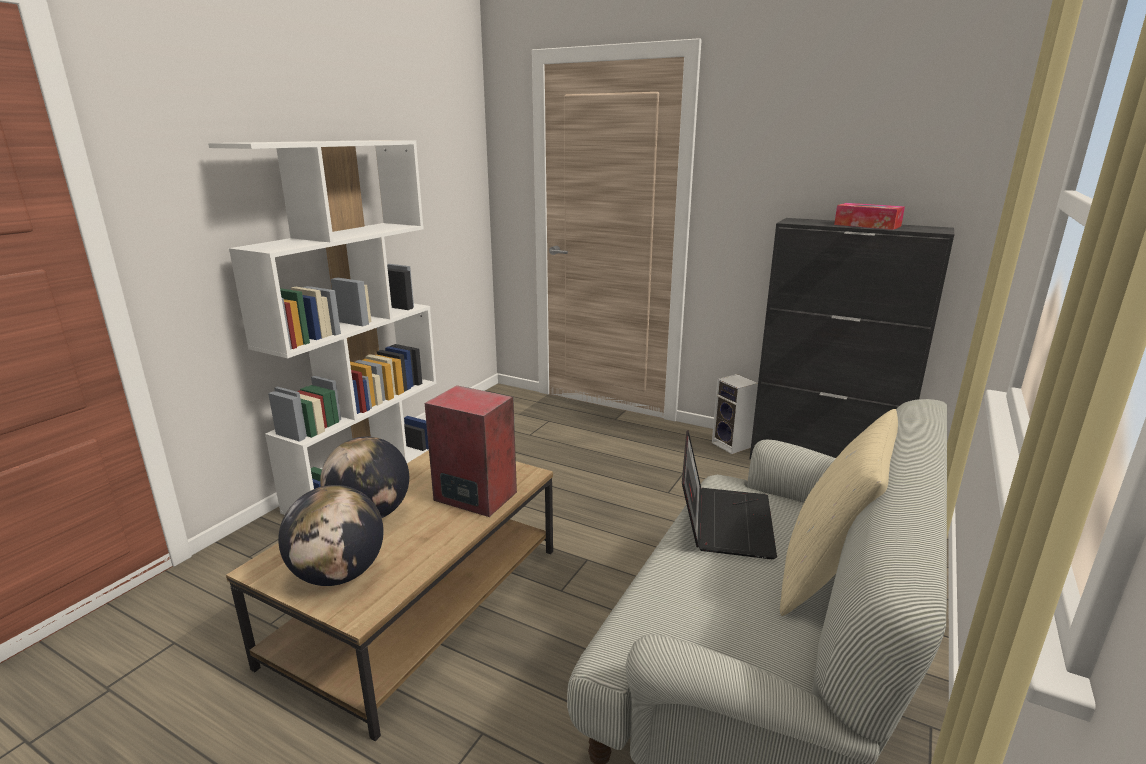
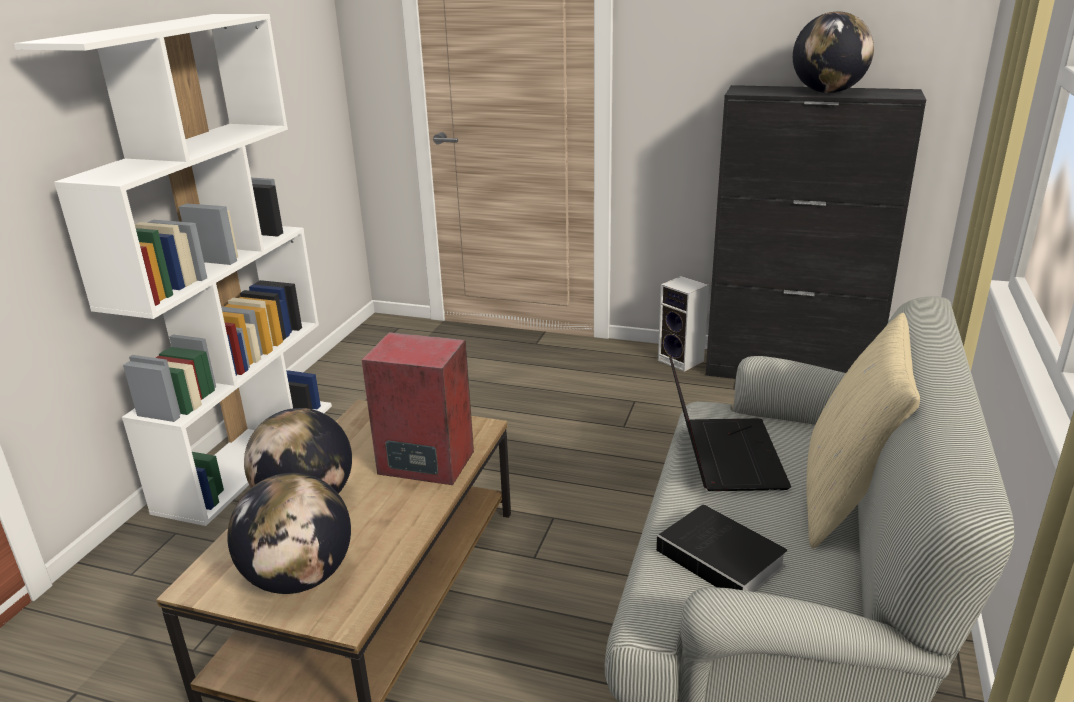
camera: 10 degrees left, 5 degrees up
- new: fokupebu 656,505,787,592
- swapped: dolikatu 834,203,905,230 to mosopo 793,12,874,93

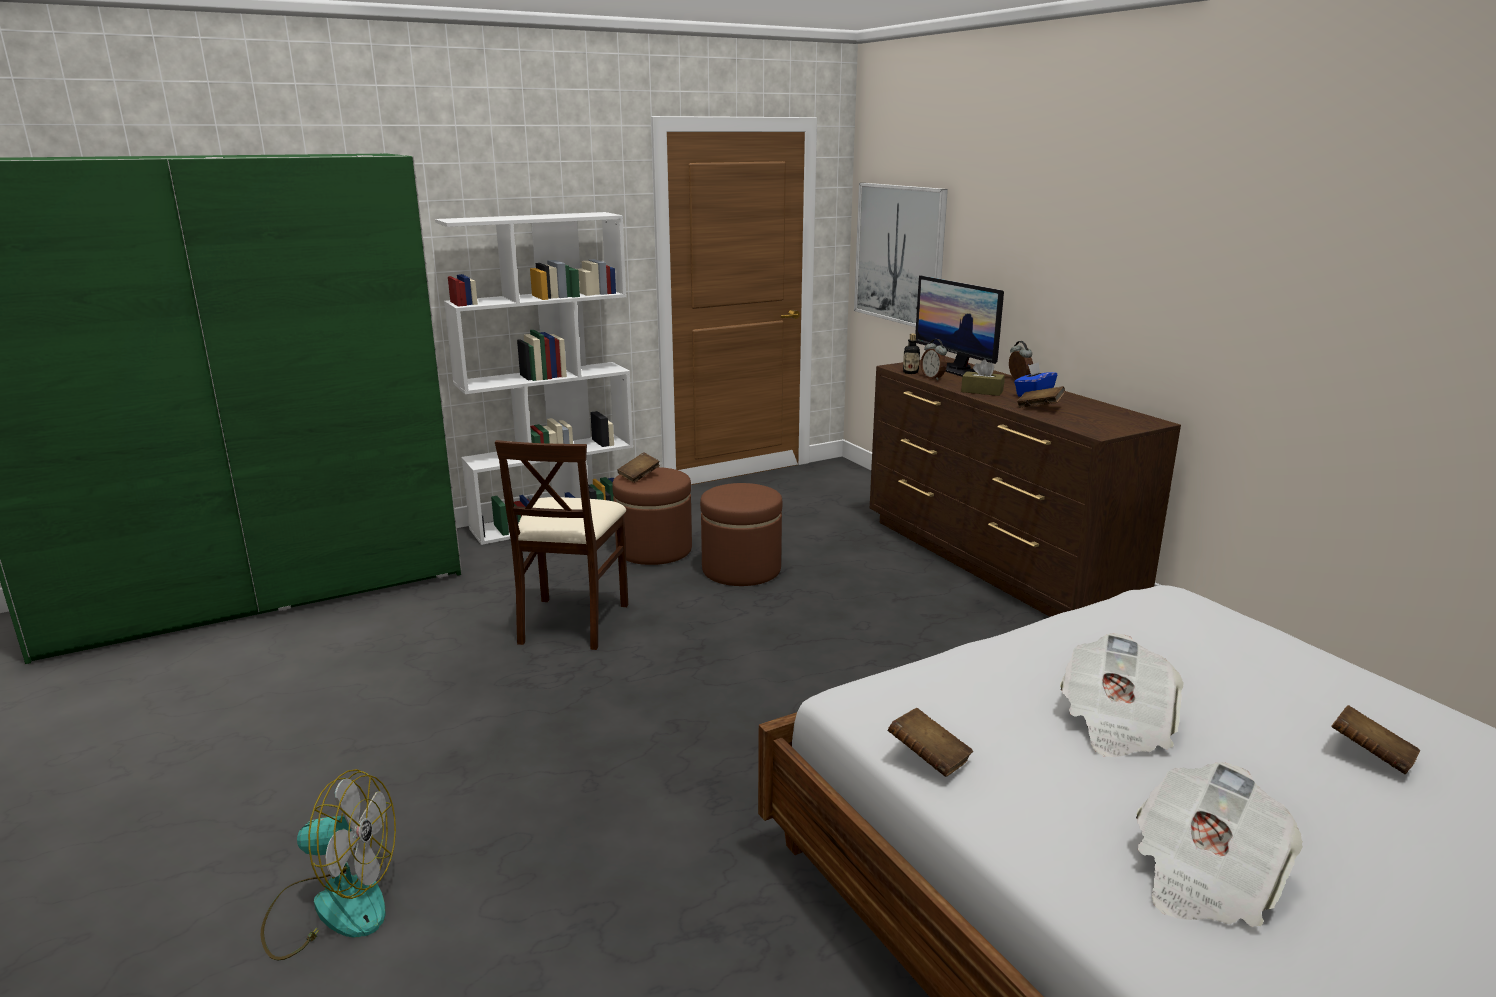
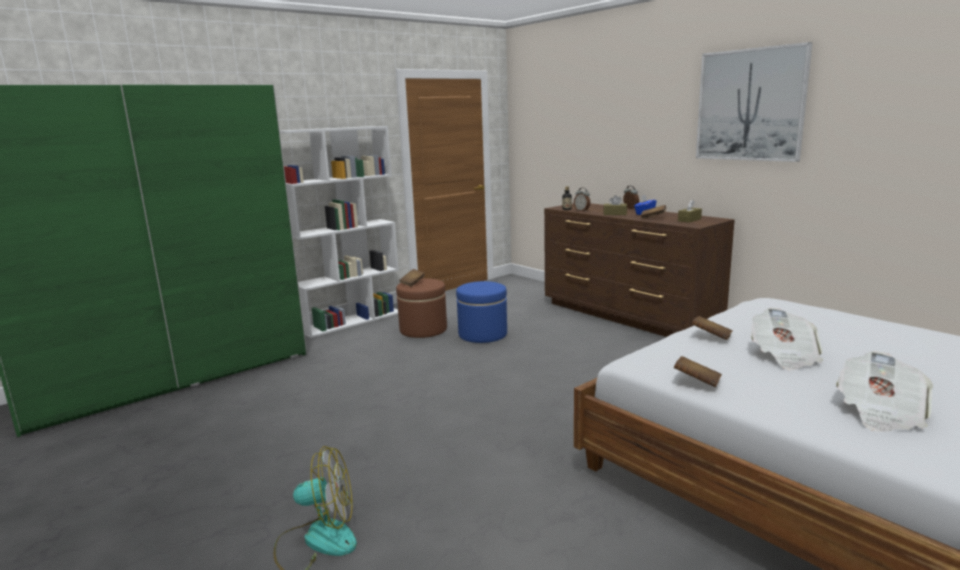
camera: 10 degrees left, 5 degrees down
- gone: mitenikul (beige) 495,440,628,650
- gone: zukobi 915,275,1004,376
- new: dolikatu (brown) 678,200,702,223
- shifted: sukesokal 854,183,948,327 to 696,42,813,162
- shifted: fokupebu (brown) 1331,705,1420,775 to 692,316,733,340
- repainted: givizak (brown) 700,483,782,586 to givizak (blue) 456,281,507,343

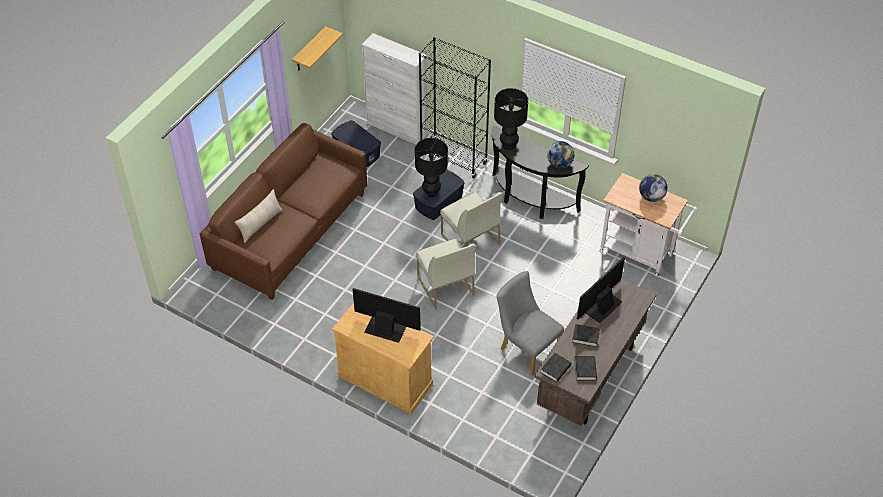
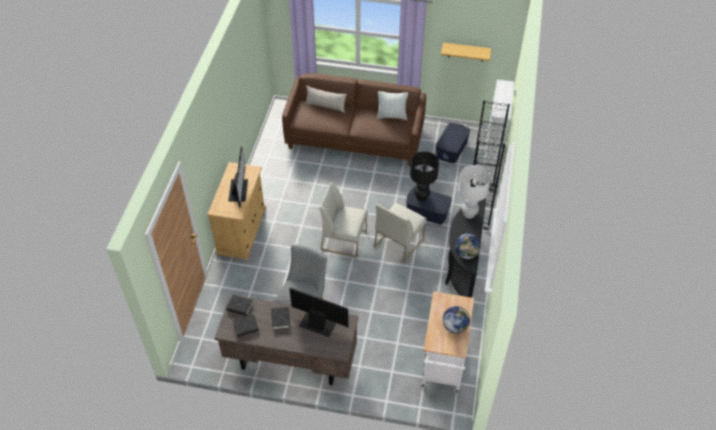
camera: 70 degrees right, 0 degrees up
- new: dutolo 377,91,408,120
- repainted: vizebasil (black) 494,88,528,150 to vizebasil (white) 458,165,491,219
- rotated: mitenikul (white) 416,238,475,309 = 319,182,368,258 60 degrees clockwise

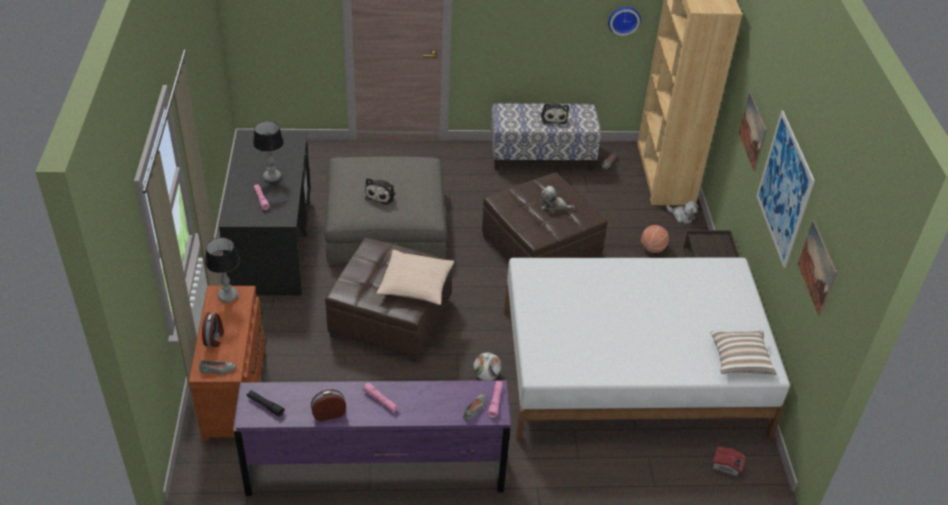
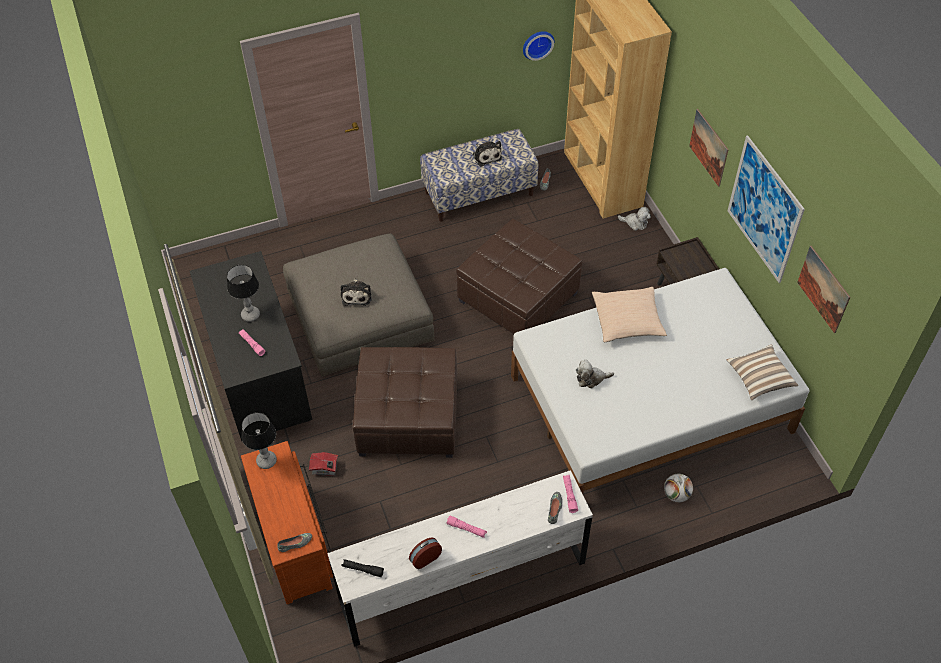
camera: 15 degrees left, 10 degrees up
- gone: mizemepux 202,313,224,347
- gone: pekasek 641,225,669,253
- shifted: dutolo (beige) 376,250,454,305 to 592,287,667,342
- shifted: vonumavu 473,352,502,380 to 664,474,693,502
- shifted: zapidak 541,186,575,214 to 576,360,614,388
- shifted: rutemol 712,447,746,478 to 309,452,338,476
- repainted: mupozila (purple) 233,380,511,496 to mupozila (white) 327,470,593,647

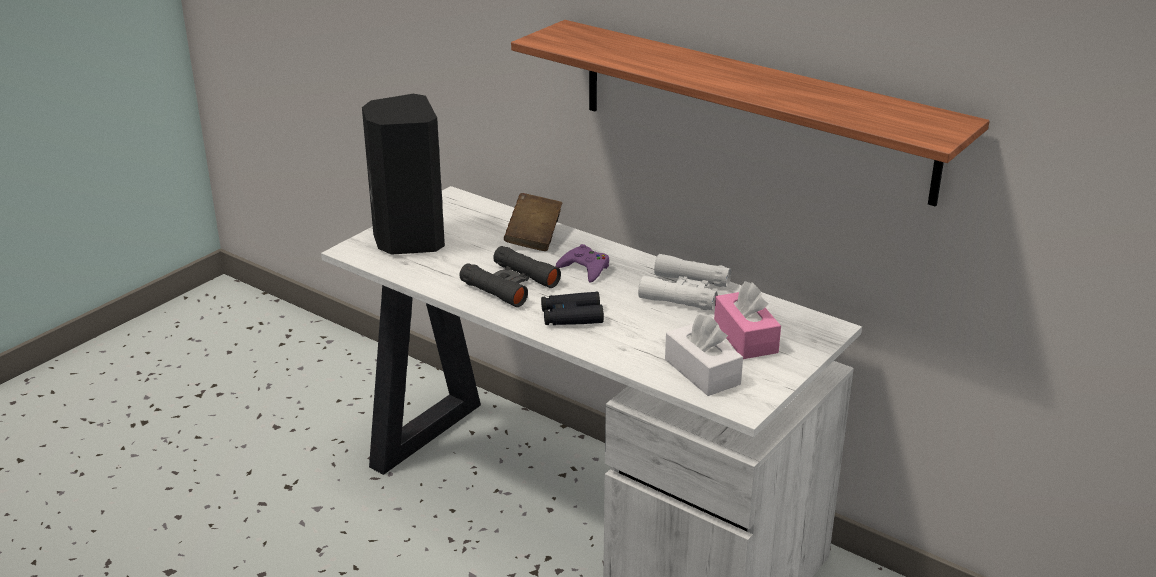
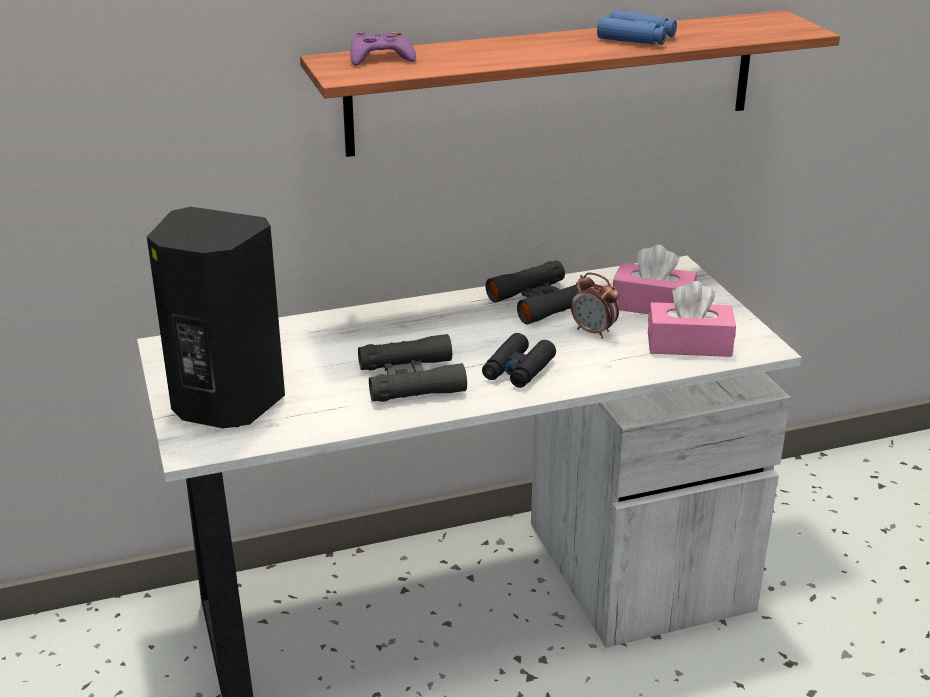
camera: 55 degrees left, 0 degrees up
- gone: fokupebu (brown) 504,193,562,251
- new: mizemepux 571,273,619,339
- new: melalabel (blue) 597,10,677,45
- shifted: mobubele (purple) 556,244,609,283 to 350,31,416,66
- repainted: melalabel (white) 638,254,731,310 to melalabel (black) 486,261,578,325
- repainted: dolikatu (white) 665,314,743,396 to dolikatu (pink) 648,281,736,357

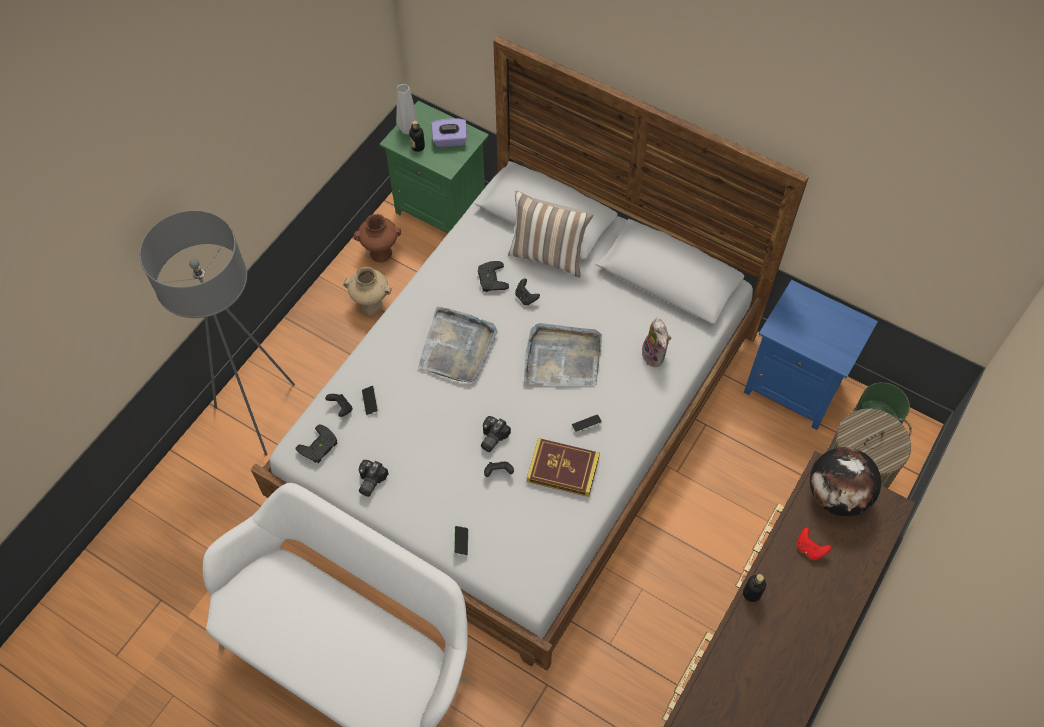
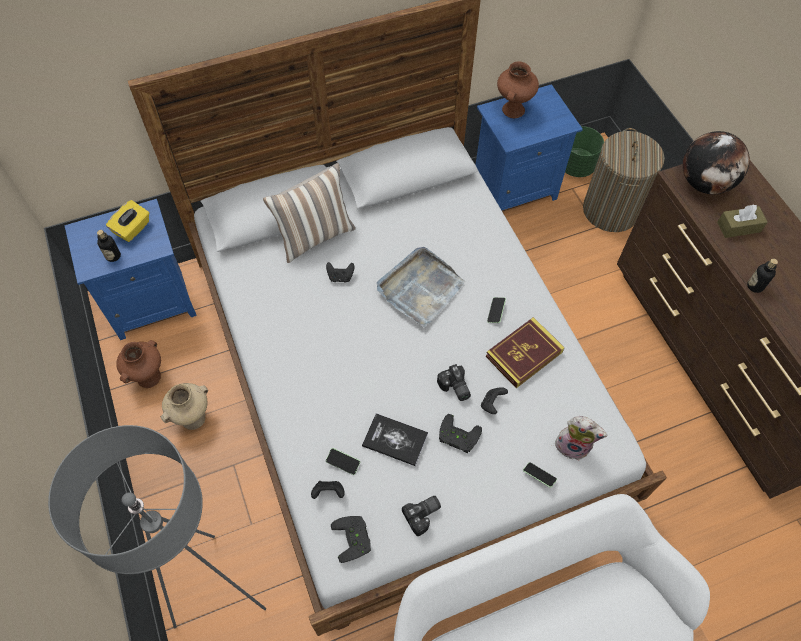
camera: 55 degrees left, 0 degrees up
- gone: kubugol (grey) 396,84,417,135
- gone: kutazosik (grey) 418,307,498,383
- new: fokupebu 362,413,428,466
- new: kubugol (brown) 497,61,539,118
- shifted: mobubele (black) 478,261,509,292 to 439,414,482,453
- shifted: zapidak 642,317,671,367 to 555,416,607,461
- swapped: mobubele (red) 797,528,831,560 to dolikatu (brown) 717,204,768,238
- repainted: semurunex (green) 379,101,489,233 to semurunex (blue) 64,199,197,340
- repainted: dolikatu (purple) 431,118,467,147 to dolikatu (yellow) 106,200,149,242
- rotated: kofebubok 359,460,389,497 = 402,495,441,536 90 degrees counterclockwise

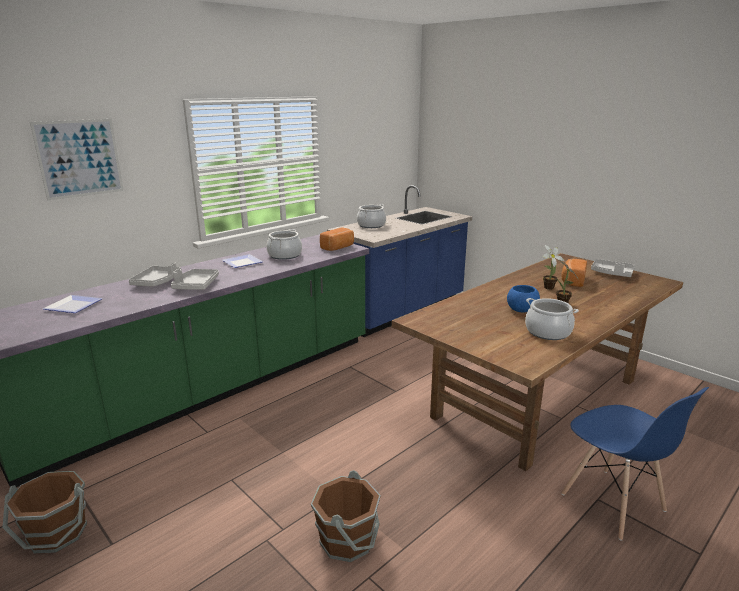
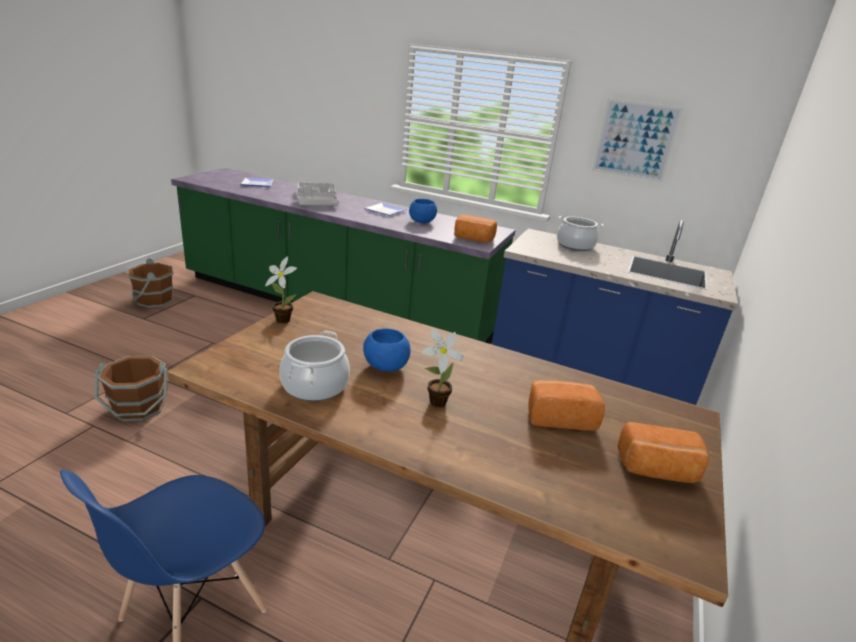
camera: 65 degrees right, 5 degrees up
- shifted: sukesokal 30,119,124,200 to 592,98,683,182
- shifted: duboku 542,245,564,290 to 265,256,297,323
- swapped: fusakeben 266,229,302,260 to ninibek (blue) 409,199,437,223
- swapped: kutazosik (grey) 591,259,635,277 to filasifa 618,422,709,483

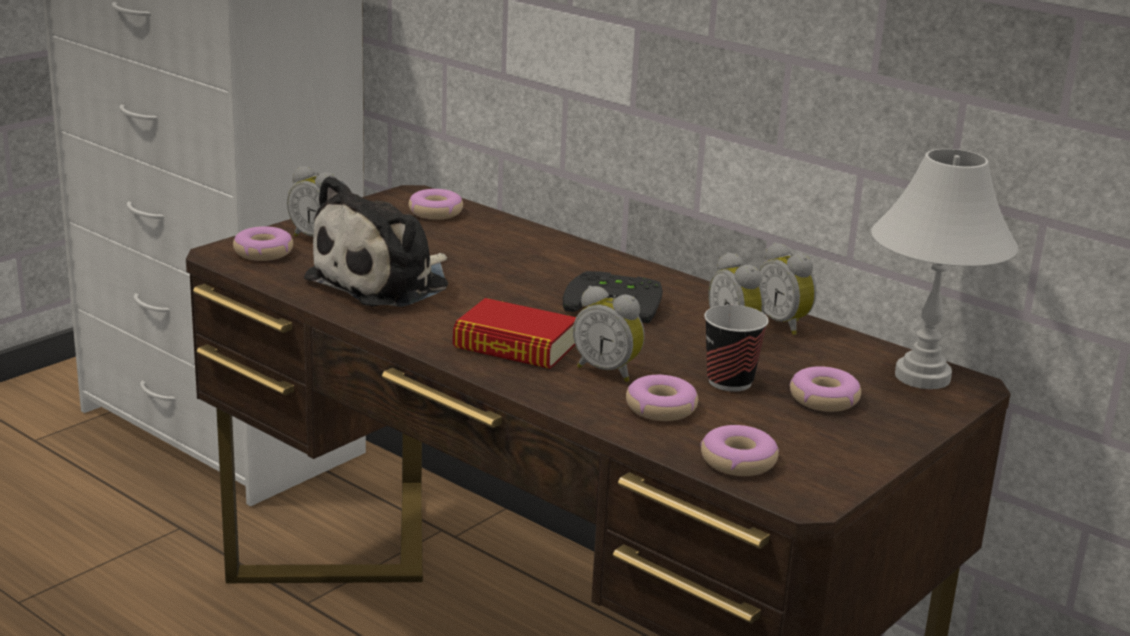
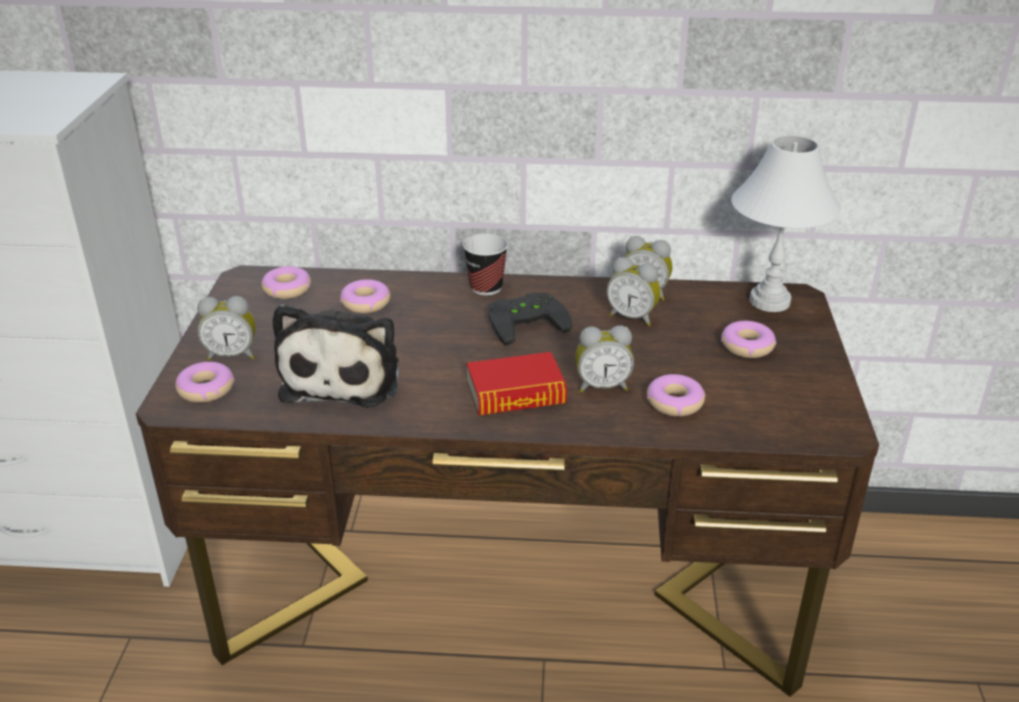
camera: 35 degrees left, 10 degrees up
- shifted: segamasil 700,425,779,476 to 340,279,390,313
- shifted: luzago 704,305,769,392 to 463,234,508,295

